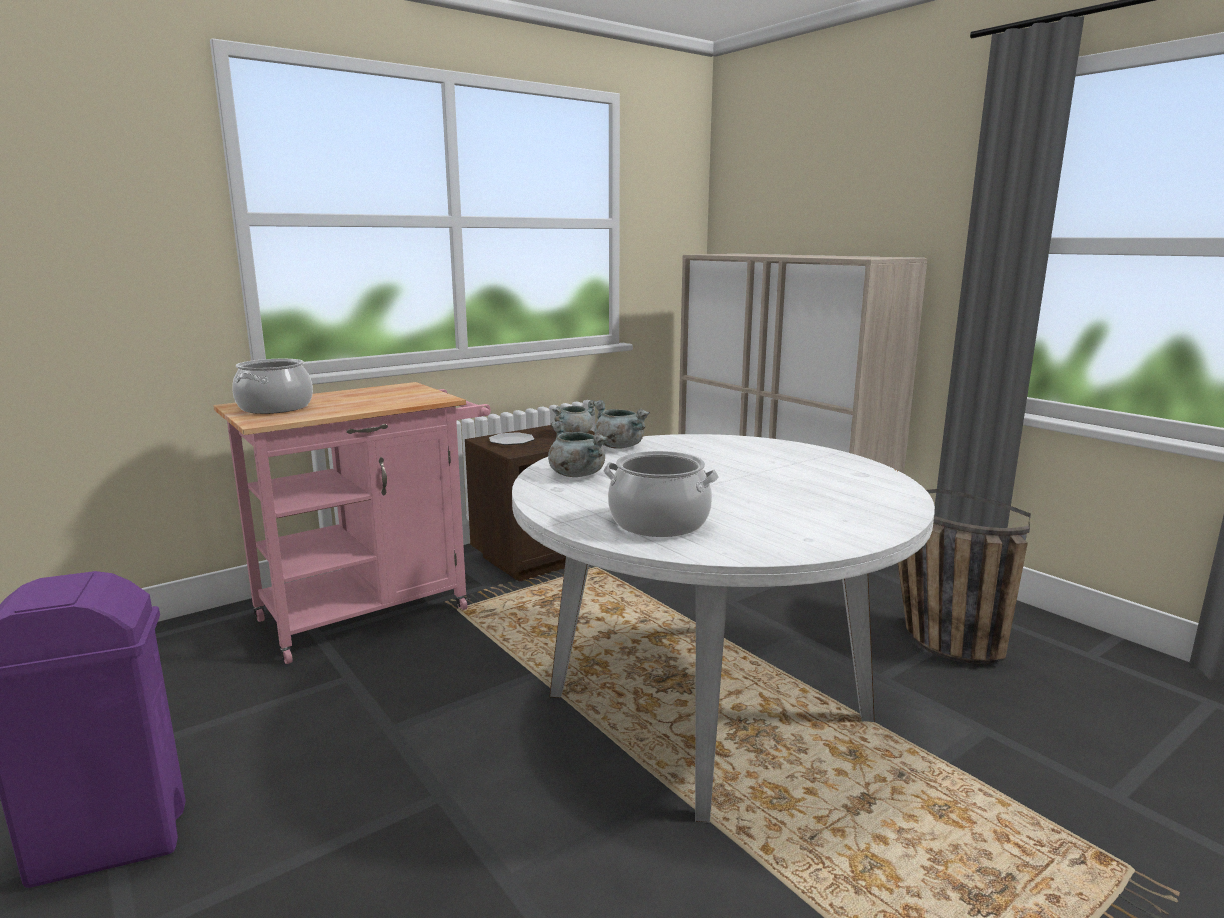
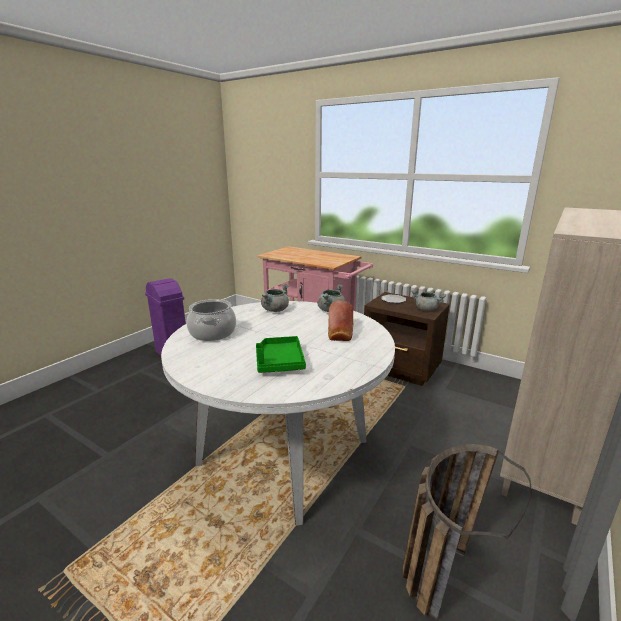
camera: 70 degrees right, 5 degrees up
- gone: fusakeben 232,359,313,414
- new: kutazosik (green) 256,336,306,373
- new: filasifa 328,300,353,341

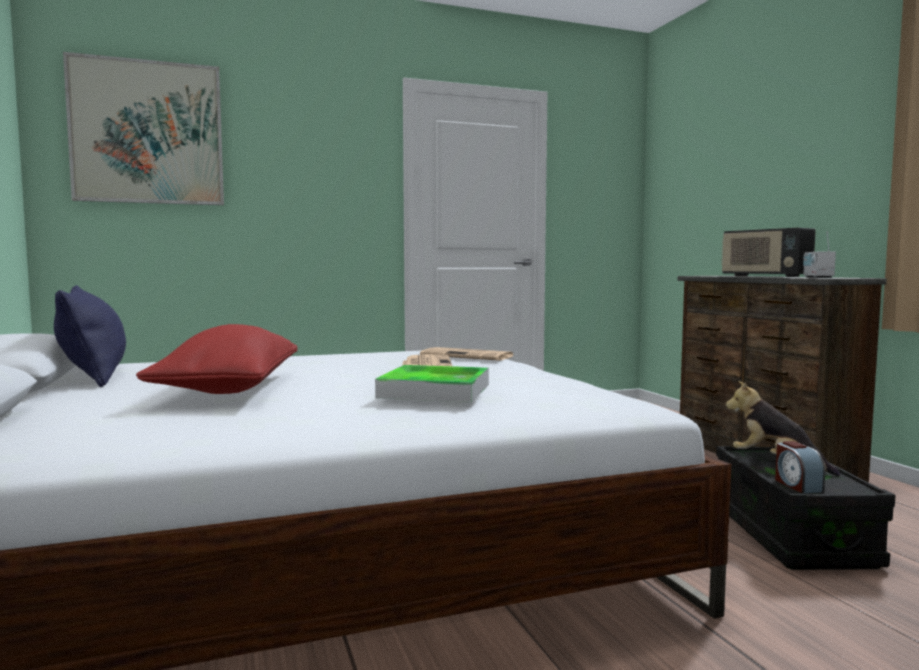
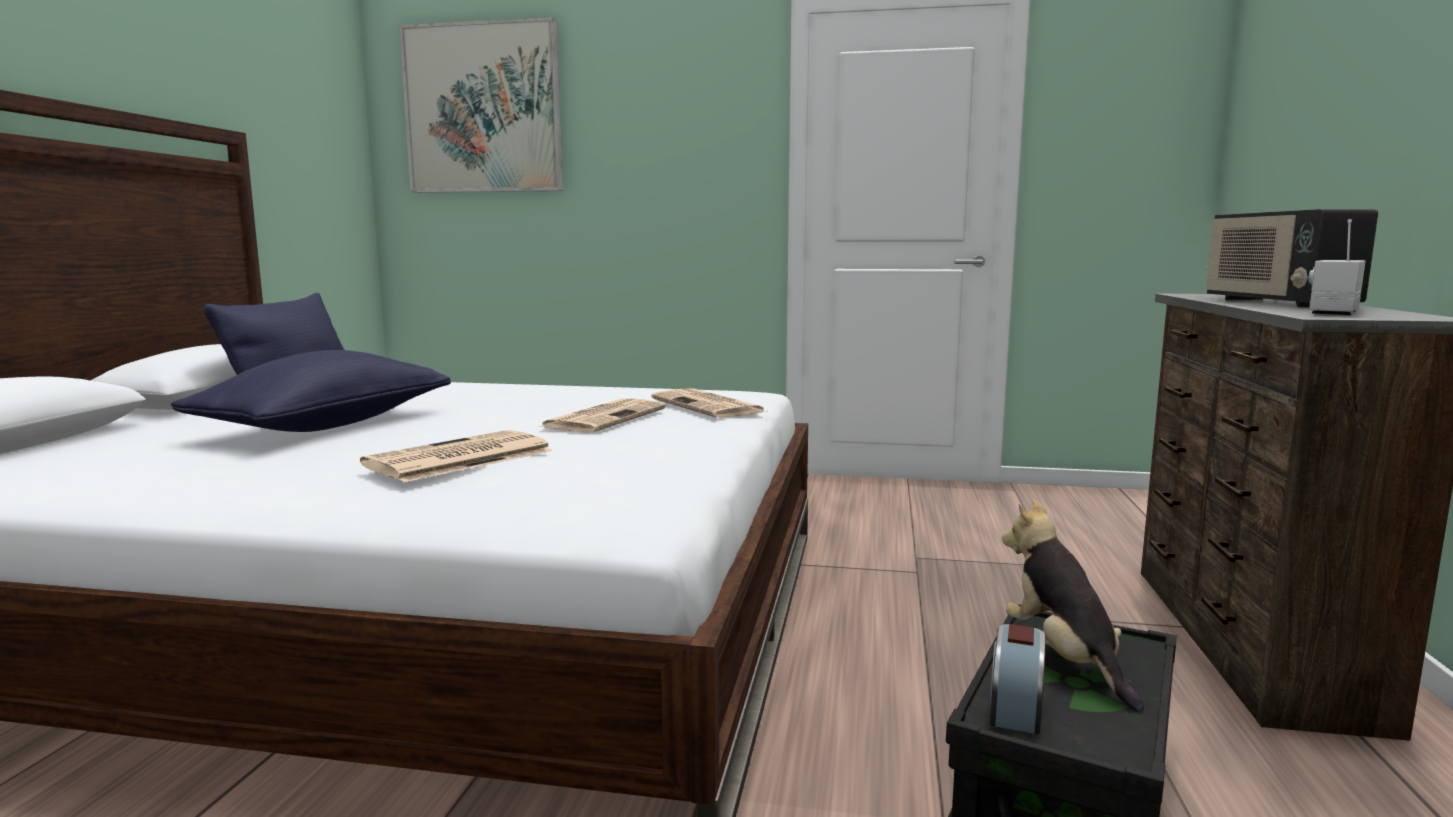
camera: 30 degrees right, 5 degrees up
- swapped: kutazosik 375,365,489,403 to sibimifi 360,430,553,482
- repainted: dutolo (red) 136,324,298,394 to dutolo (blue) 171,350,451,432

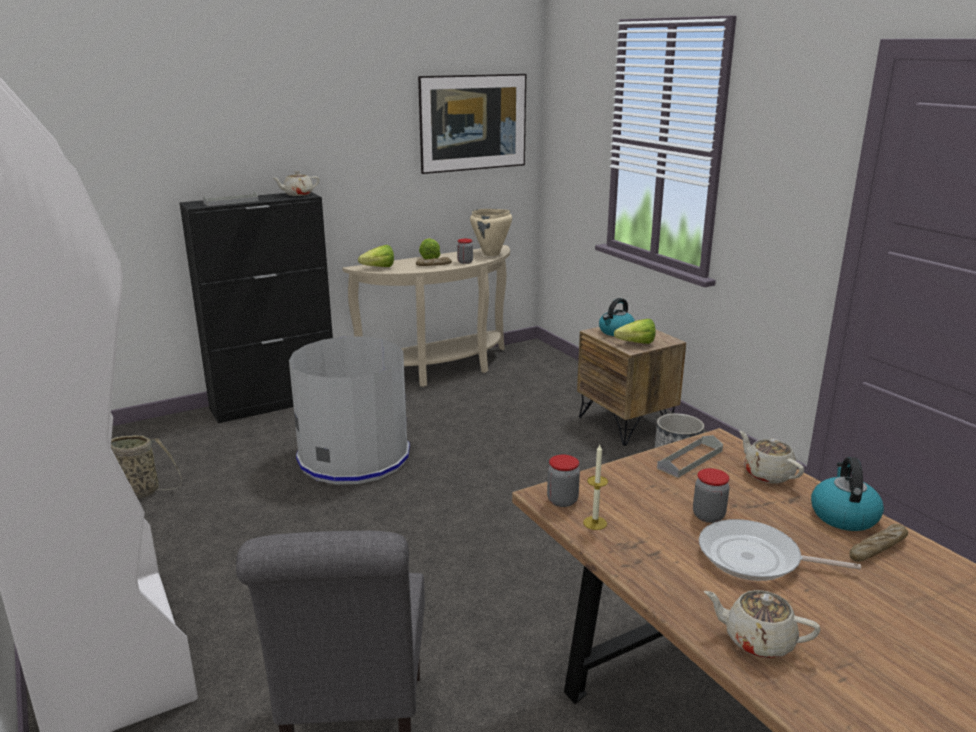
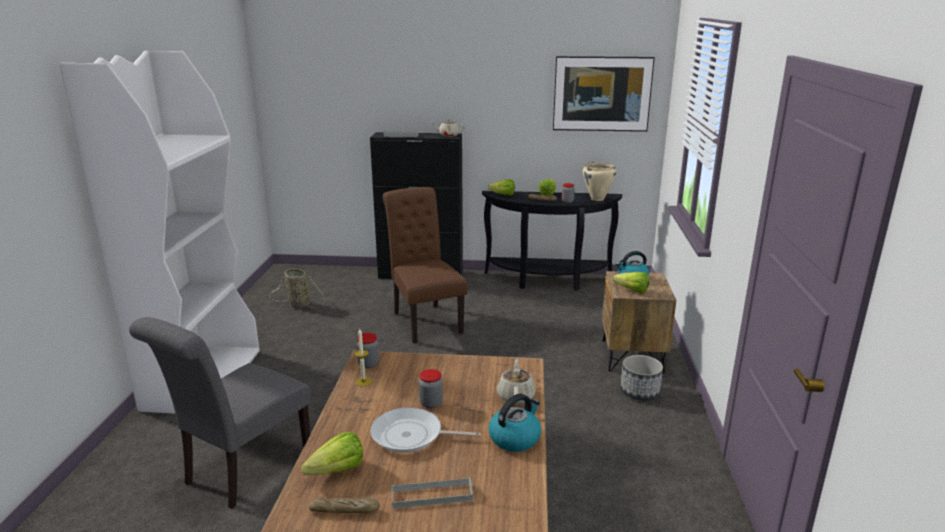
camera: 35 degrees right, 0 degrees up
- shifted: kutazosik (grey) 657,435,723,478 to 392,477,473,509
- shifted: filasifa 849,524,908,562 to 309,497,380,513
- swapped: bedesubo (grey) 289,336,410,484 to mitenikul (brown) 383,187,467,344
- swapped: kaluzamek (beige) 704,590,820,658 to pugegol 301,432,363,475
- repainted: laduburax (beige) 342,245,510,387 to laduburax (black) 482,191,622,291
- rotated: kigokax 699,519,861,581 = 370,407,481,453 45 degrees counterclockwise

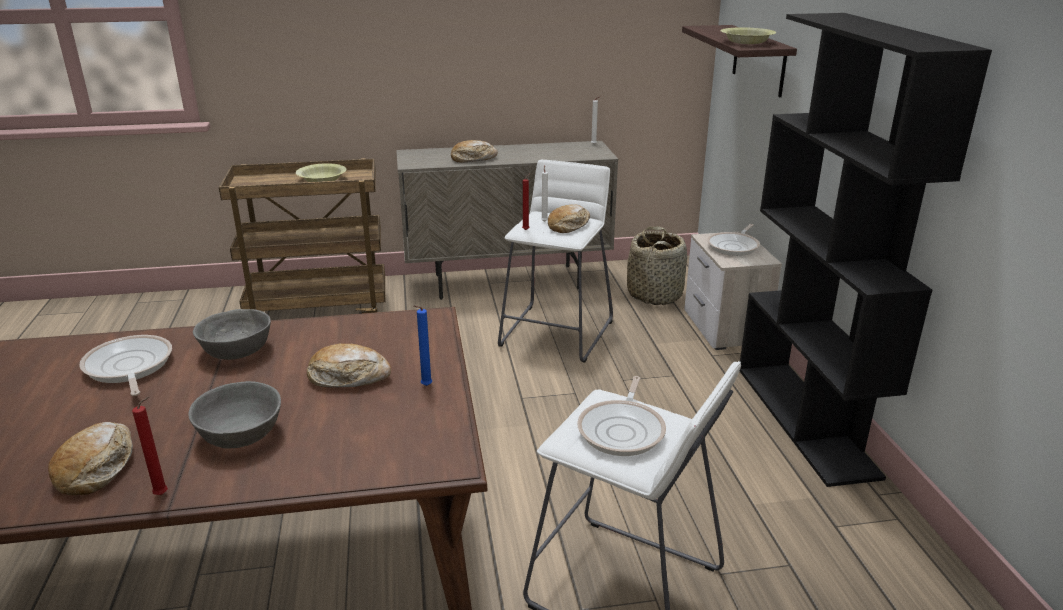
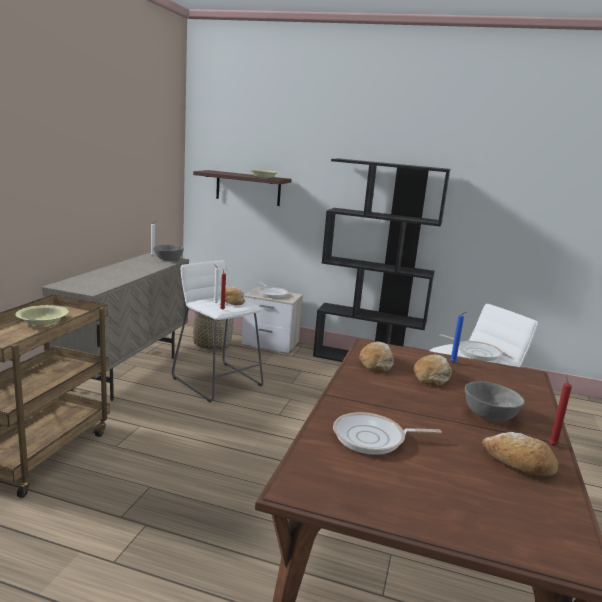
camera: 65 degrees left, 10 degrees down
- shifted: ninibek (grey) 193,309,271,360 to 153,245,184,261
- shifted: filasifa 451,140,498,163 to 359,341,394,372

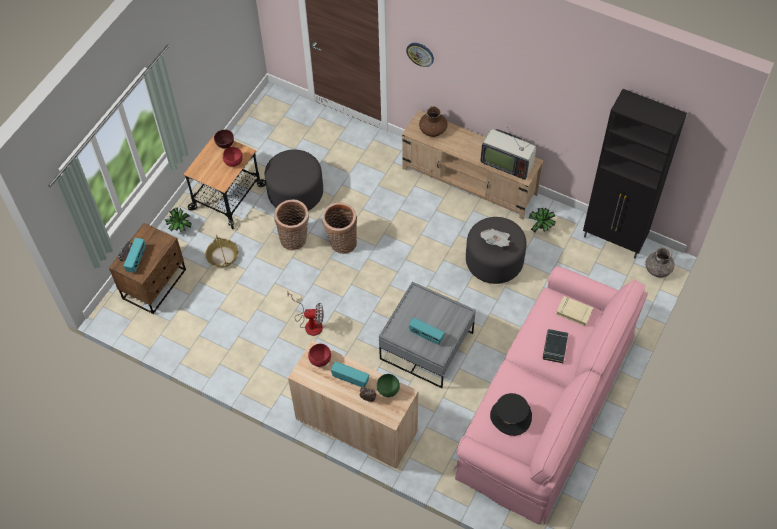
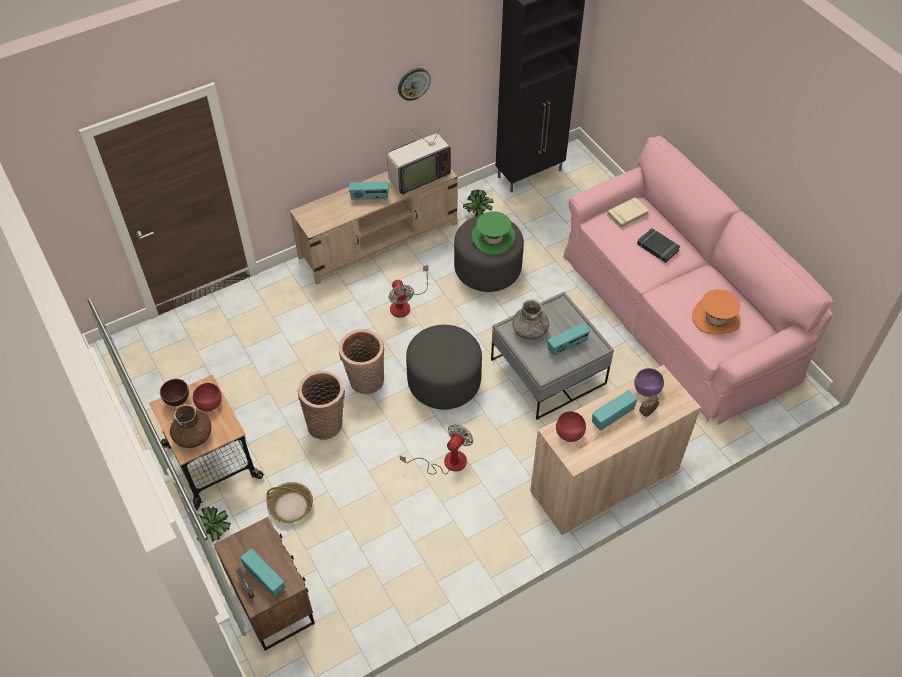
camera: 60 degrees left, 5 degrees down
- new: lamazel 349,181,389,201
- new: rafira 388,265,428,318
- shifted: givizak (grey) 265,150,323,211 to 406,325,482,409
- shifted: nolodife 406,43,434,67 to 398,68,431,101
- shifted: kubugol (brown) 419,106,448,137 to 170,404,212,448
- shifted: kubugol (grey) 645,247,675,277 to 512,299,549,340
- swapped: sibimifi 481,229,510,247 to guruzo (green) 471,211,515,255
- repainted: ninibek (green) 377,374,400,397 to ninibek (purple) 634,368,664,397
- repainted: guruzo (black) 490,393,532,436 to guruzo (orange) 692,289,741,335

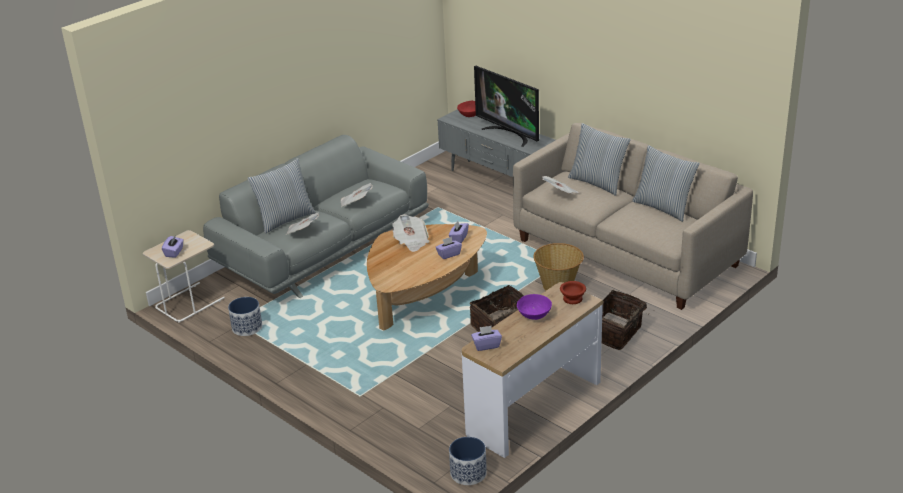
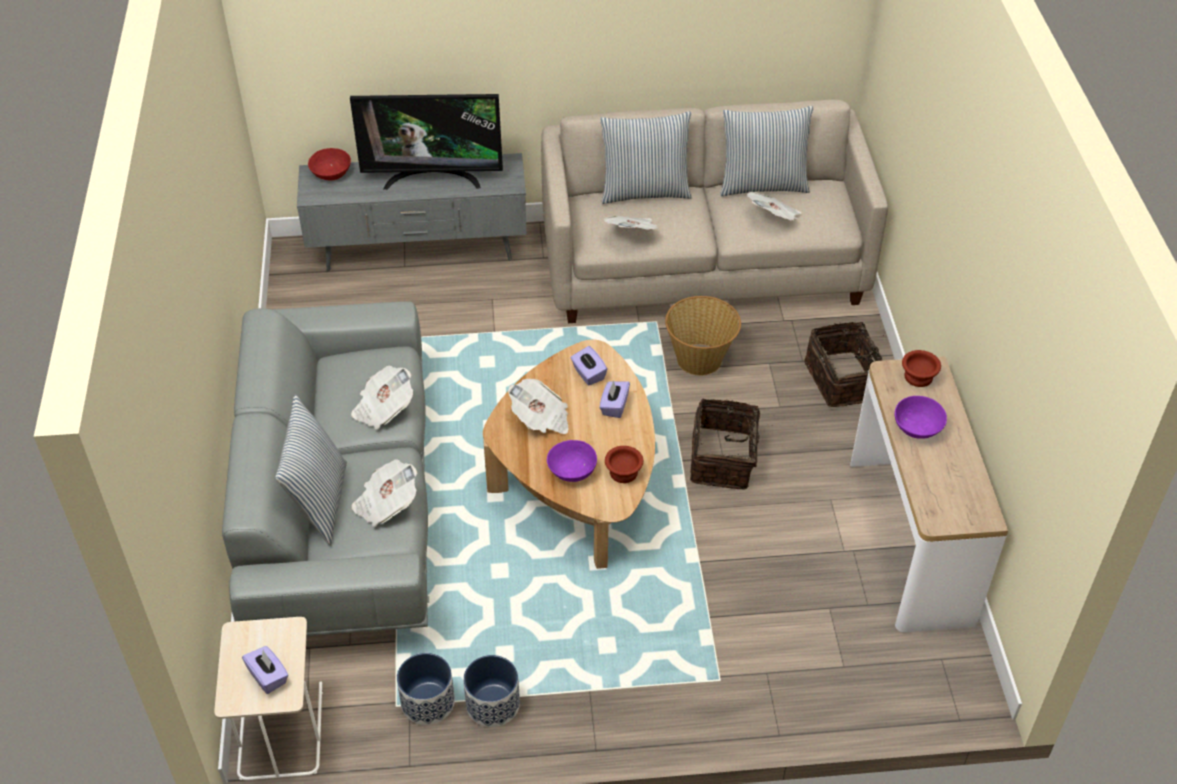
camera: 50 degrees left, 15 degrees up
- gone: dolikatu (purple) 471,326,502,351
- new: ninibek (purple) 547,440,597,482
- new: ninibek (brown) 605,446,643,483
- new: sibimifi 747,192,802,221
- shifted: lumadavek 449,437,487,485 to 463,655,520,727

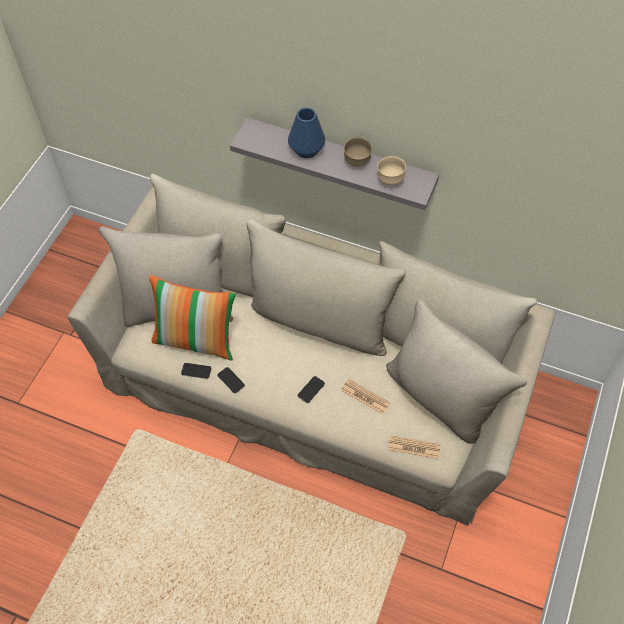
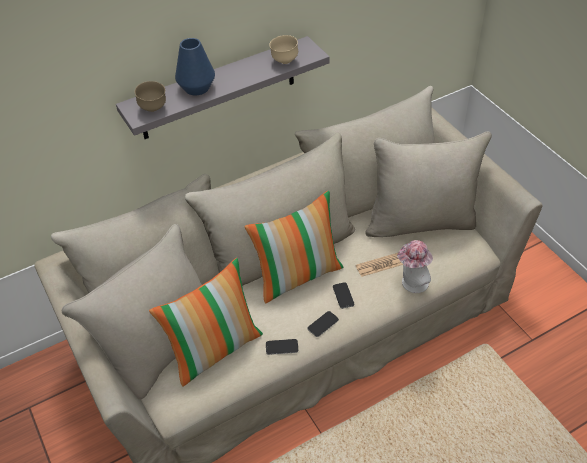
camera: 50 degrees left, 10 degrees down
- gone: sibimifi 388,435,441,459
- new: dutolo 244,191,343,304
- new: guruzo 397,240,433,293
- shifted: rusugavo 181,363,211,379 to 307,311,339,337
- shifted: ninibek (brown) 344,137,372,167 to 135,81,166,112

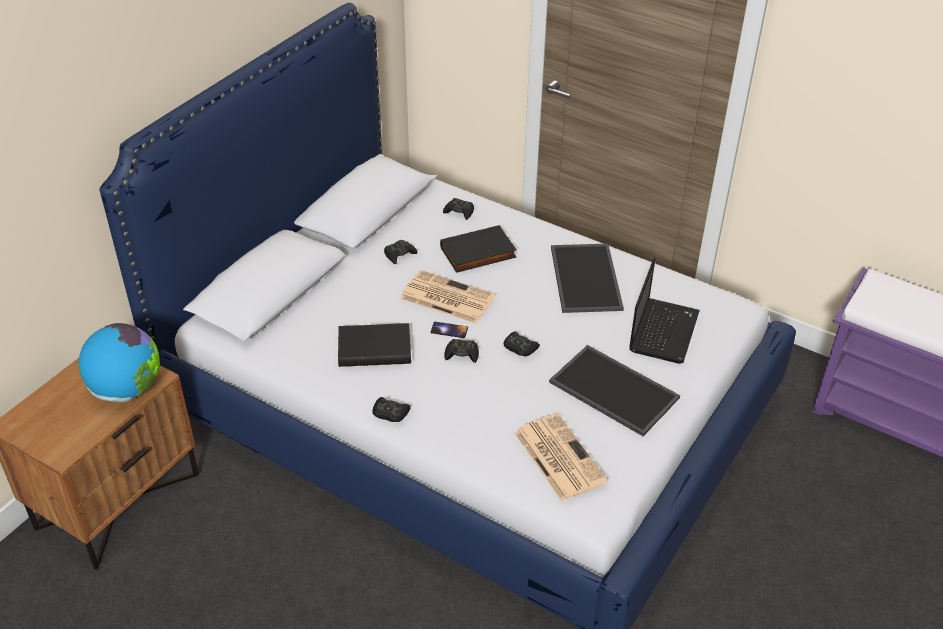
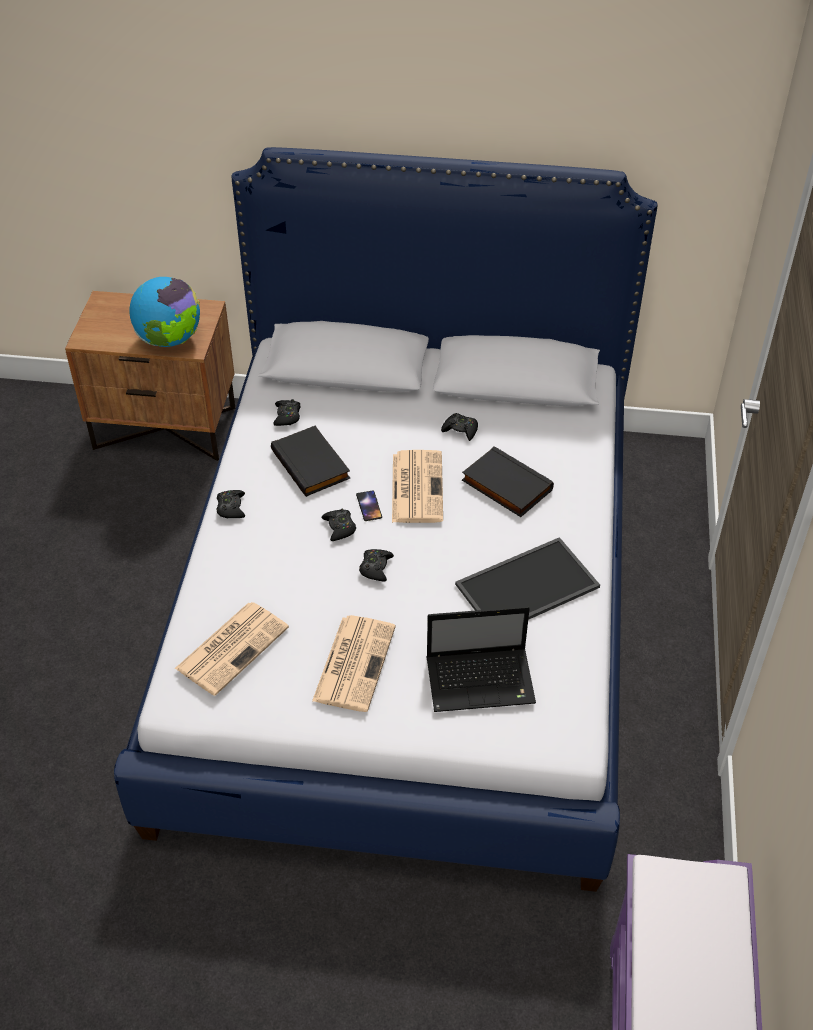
camera: 65 degrees right, 5 degrees up
- shifted: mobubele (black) 443,198,474,220 to 273,399,301,426
- swapped: kutazosik 549,345,680,436 to sibimifi 312,615,396,712

